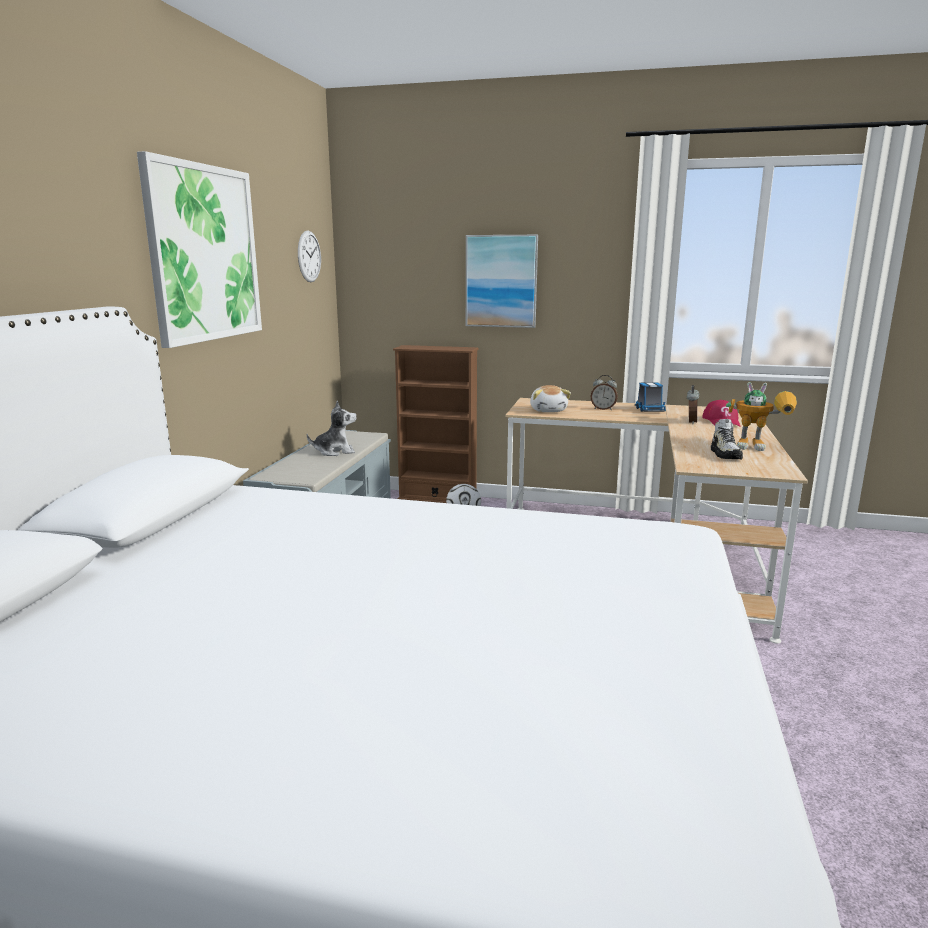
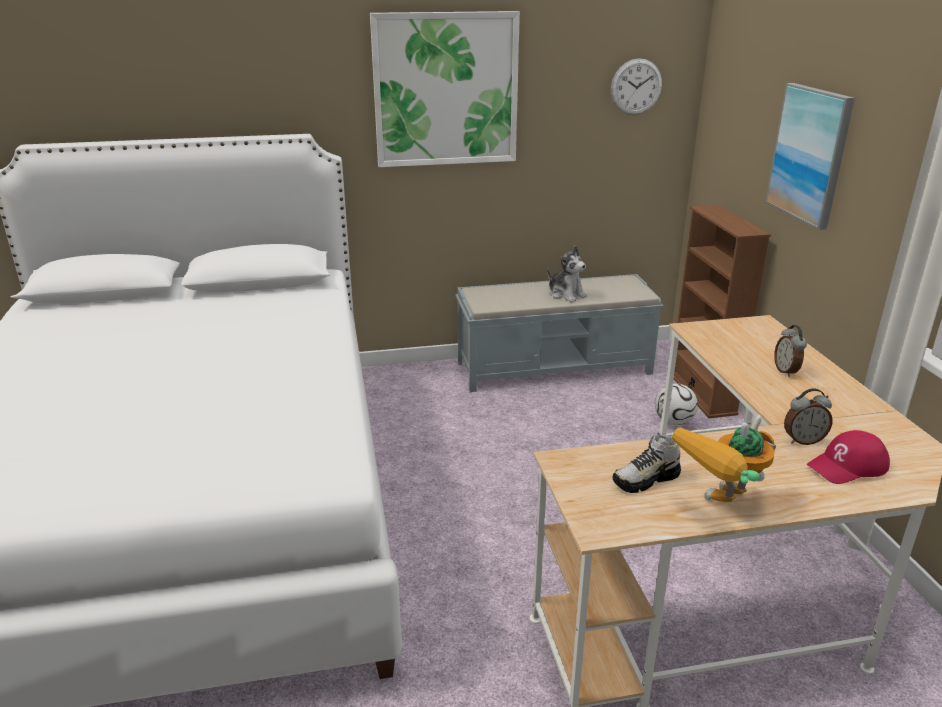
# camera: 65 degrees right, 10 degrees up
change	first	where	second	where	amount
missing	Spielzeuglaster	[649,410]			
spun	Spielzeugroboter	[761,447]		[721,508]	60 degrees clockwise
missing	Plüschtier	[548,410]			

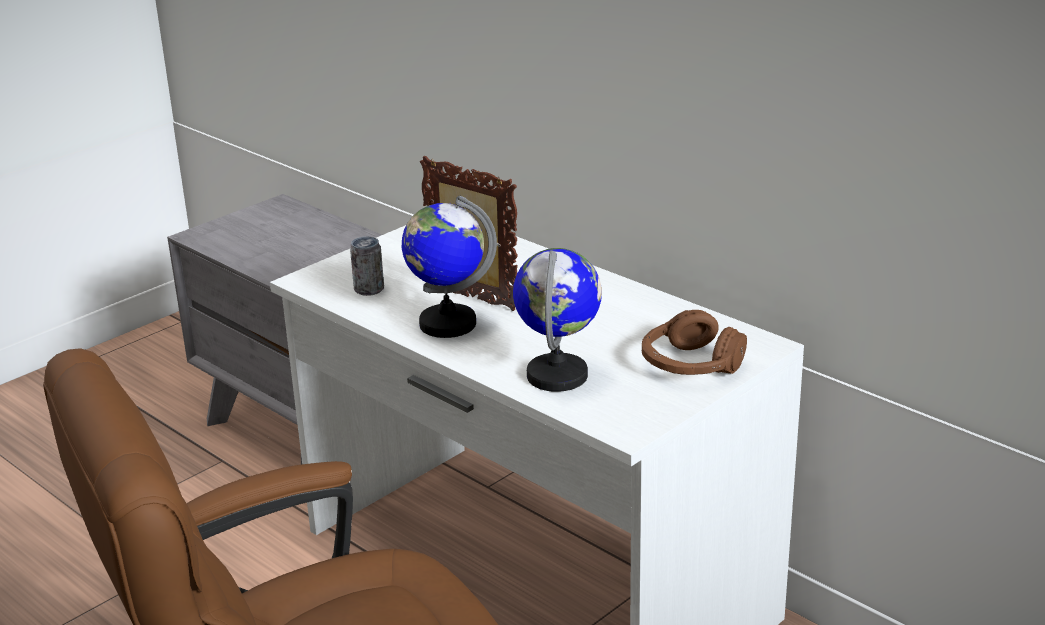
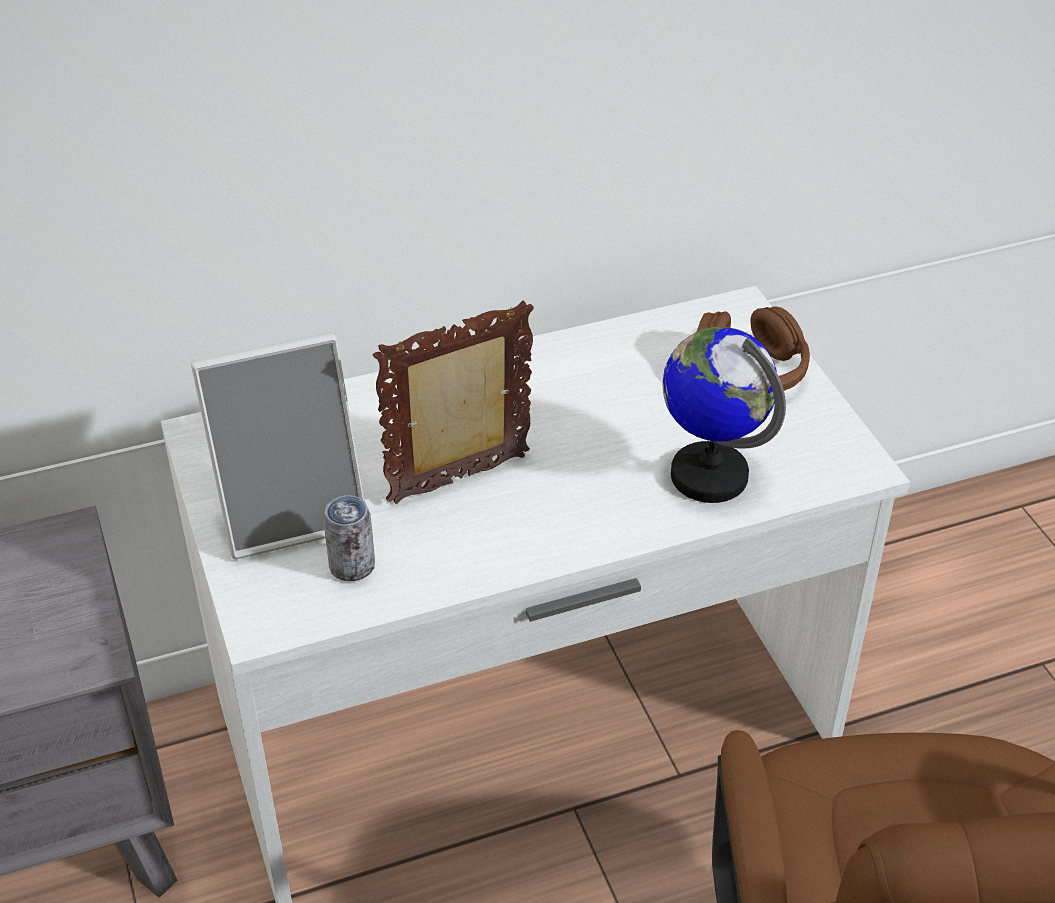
# camera: 65 degrees left, 15 degrees up
change	first	where	second	where	amount
missing	Globus	[447,324]			
appeared			Bilderrahmen	[292,511]	

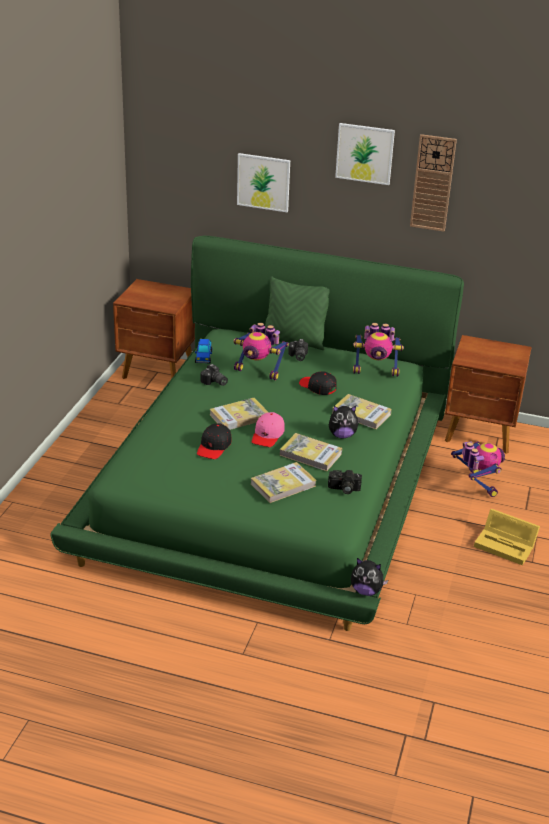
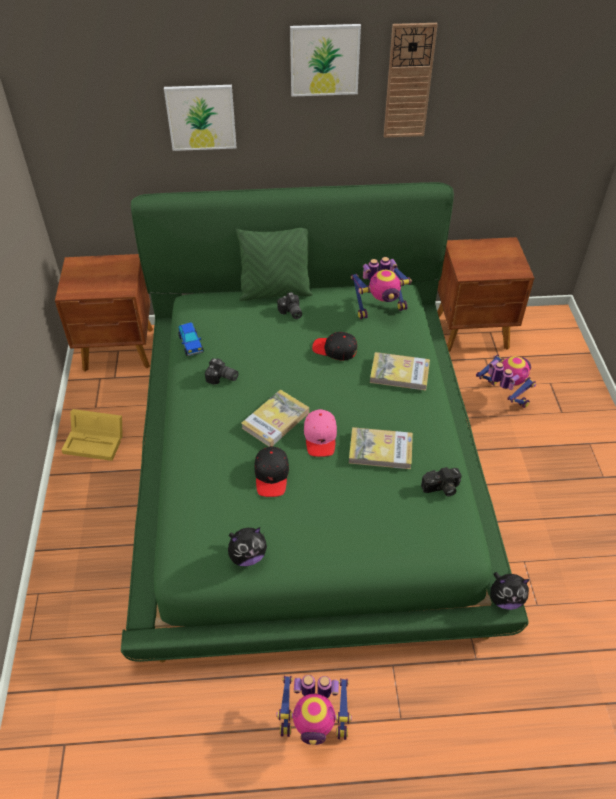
# camera: 20 degrees left, 15 degrees up
change	first	where	second	where	amount
relocated	Spielzeugroboter	[259,371]		[314,723]	
relocated	Plüschtier	[342,435]		[247,556]	
missing	Buch	[283,485]			
relocated	Aufbewahrungsbox/gelb	[506,545]		[96,441]	

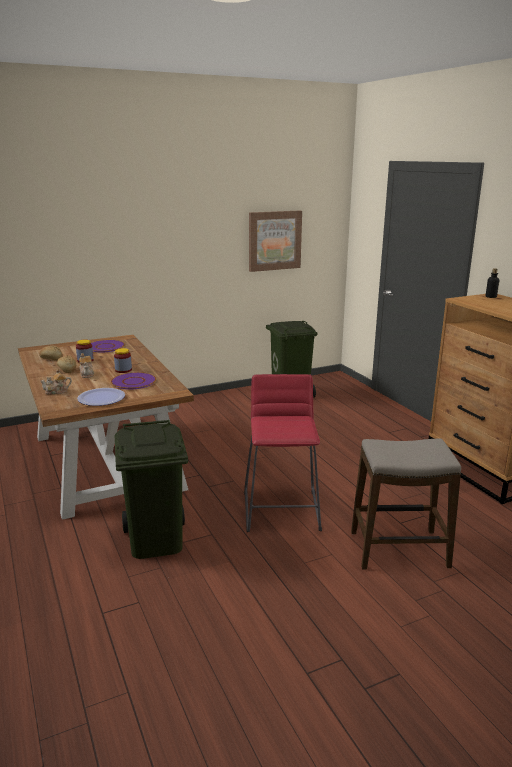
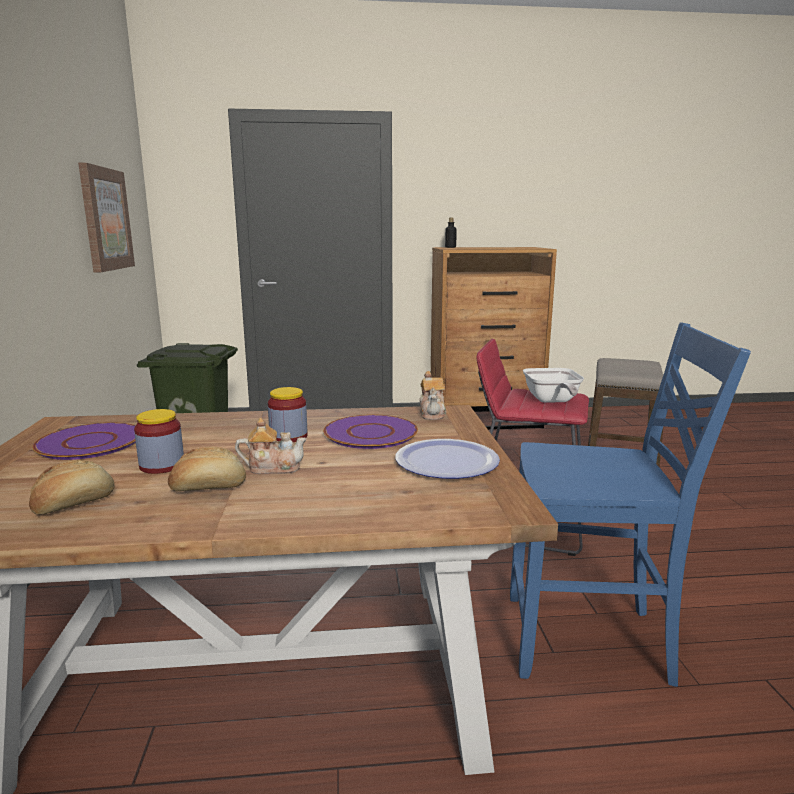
# camera: 70 degrees left, 5 degrees down
change	first	where	second	where	amount
relocated	Teekanne	[57,391]		[432,413]	
exchanged	Mülleimer/grün	[154,540]	Stuhl/blau	[590,641]	
appeared			Pfanne	[552,401]	

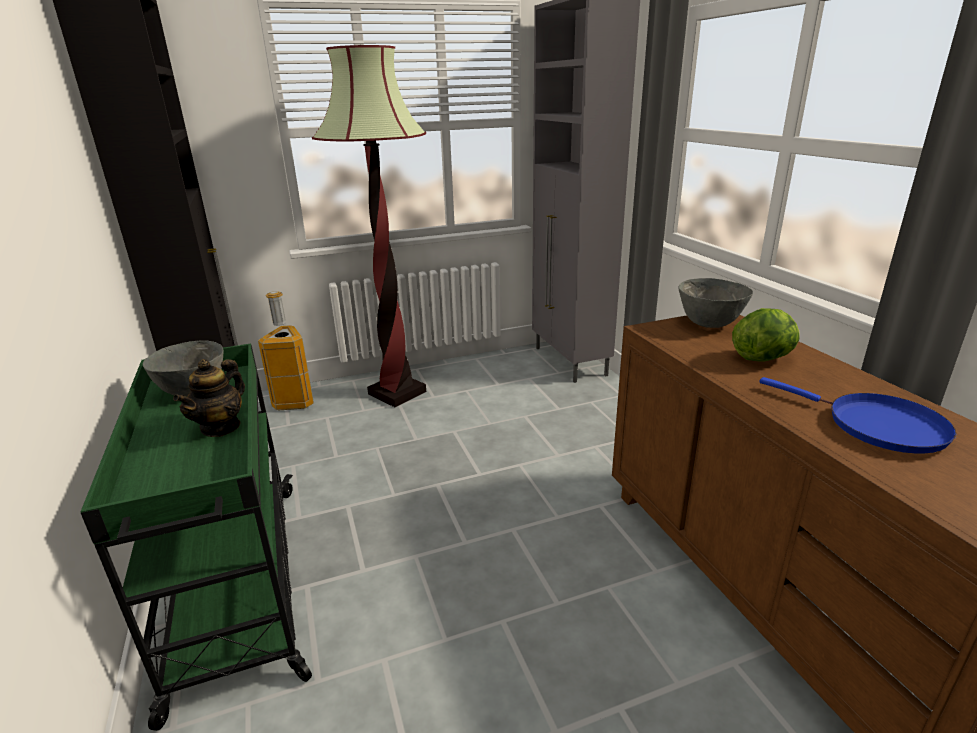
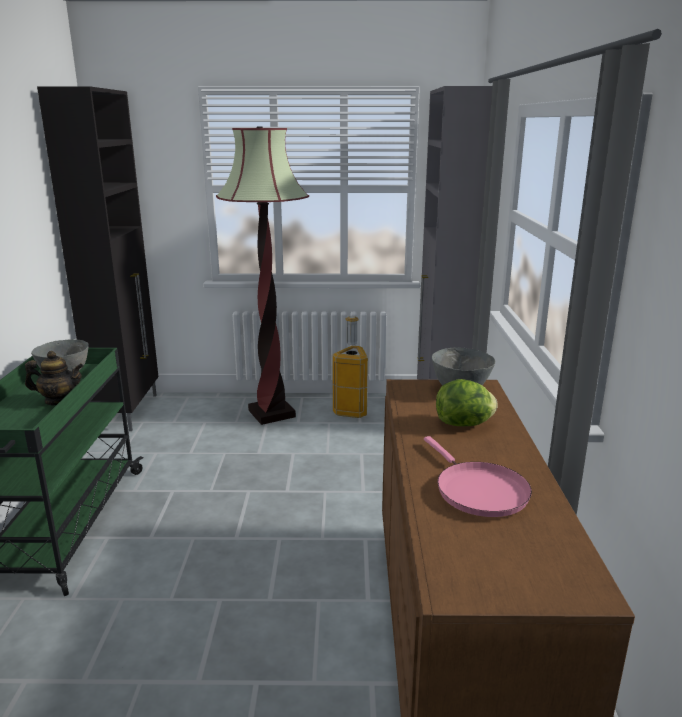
# camera: 20 degrees right, 5 degrees down
change	first	where	second	where	amount
relocated	Mülleimer	[295,402]		[351,411]	
spun	Teekanne	[221,427]		[59,401]	135 degrees counterclockwise
colour	Pfanne/blau	[877,426]	Pfanne/rosa	[478,490]	

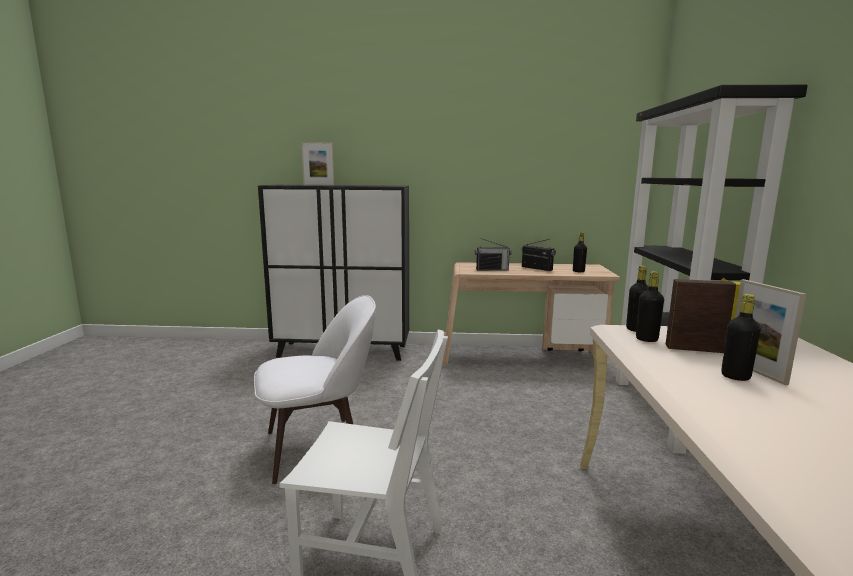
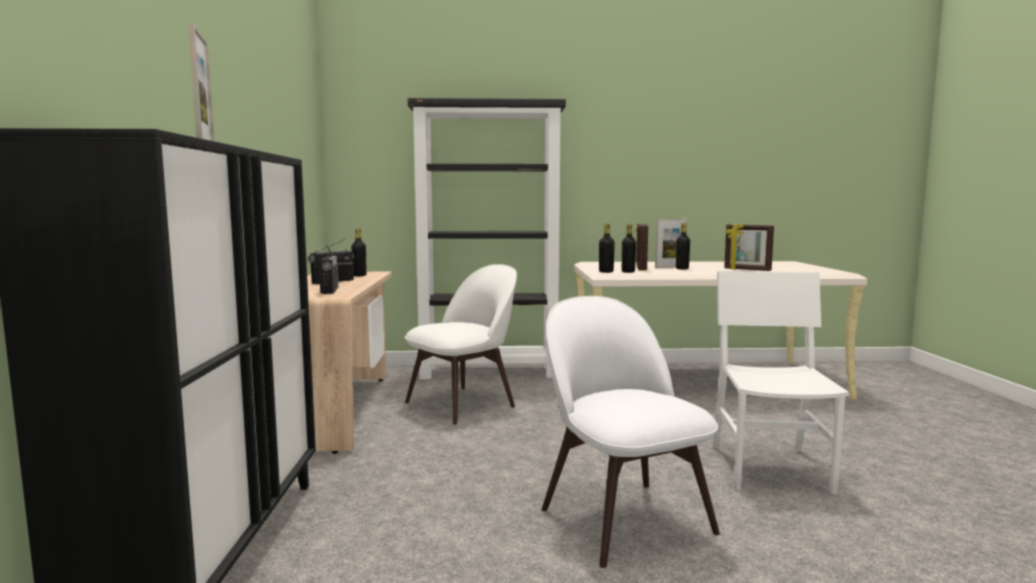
# camera: 95 degrees left, 5 degrees down
change	first	where	second	where	amount
appeared			Bilderrahmen	[747,270]	
appeared			Stuhl/weiß	[463,403]	

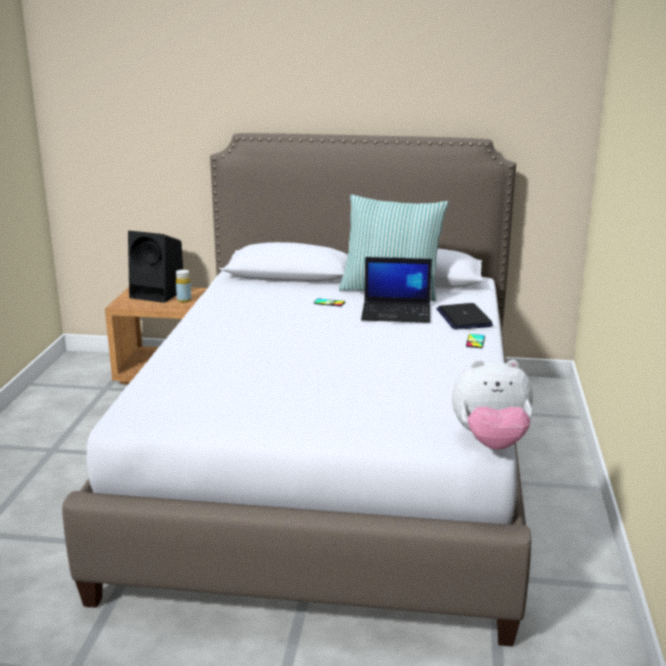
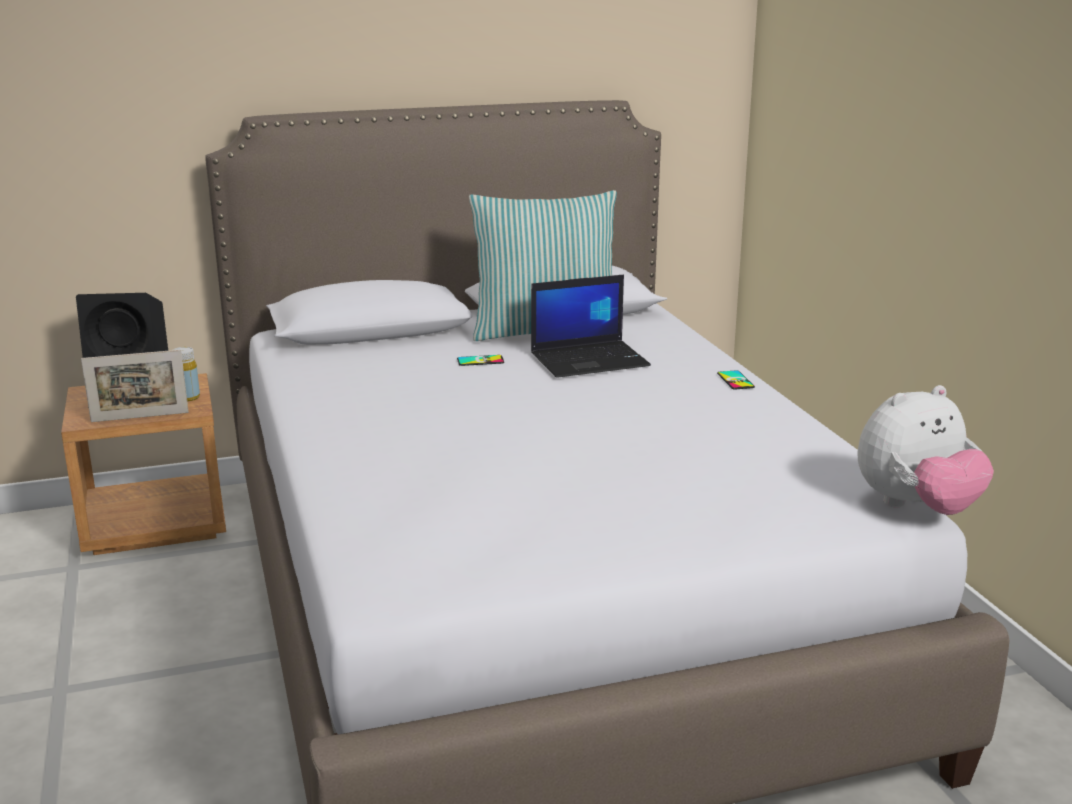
# camera: 25 degrees left, 0 degrees up
change	first	where	second	where	amount
missing	Laptop	[463,318]			
appeared			Bilderrahmen	[140,417]	

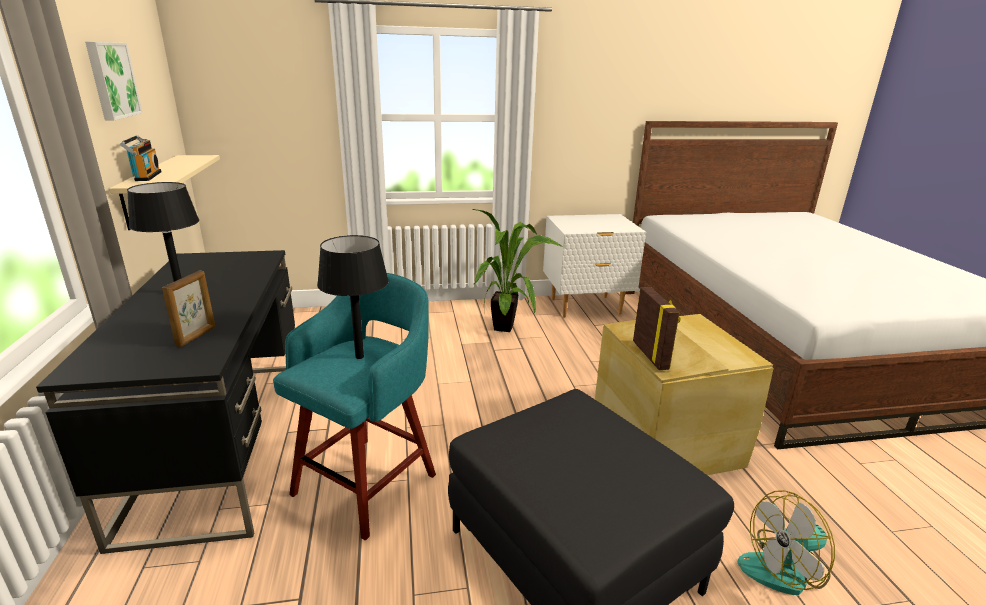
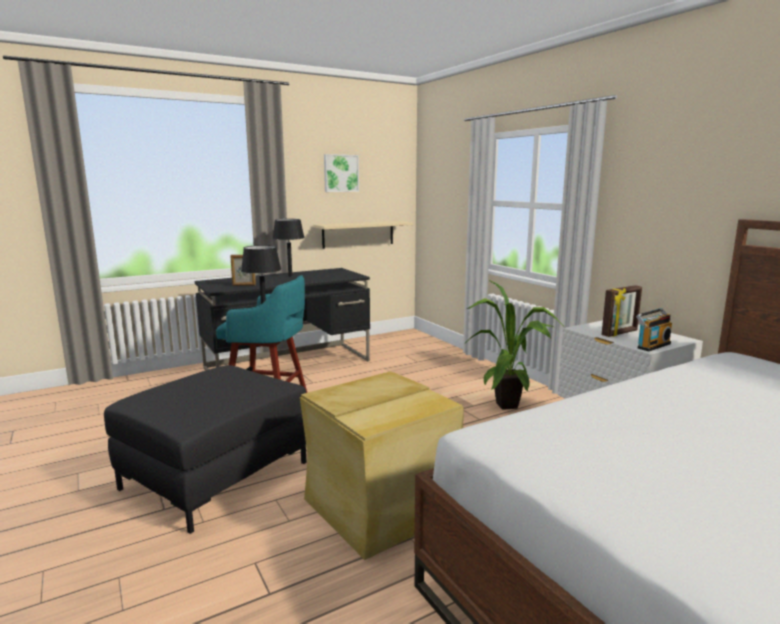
# camera: 70 degrees right, 10 degrees down
change	first	where	second	where	amount
relocated	Radio	[146,176]		[652,345]	
relocated	Bilderrahmen	[651,355]		[620,333]	
missing	Ventilator	[784,569]			

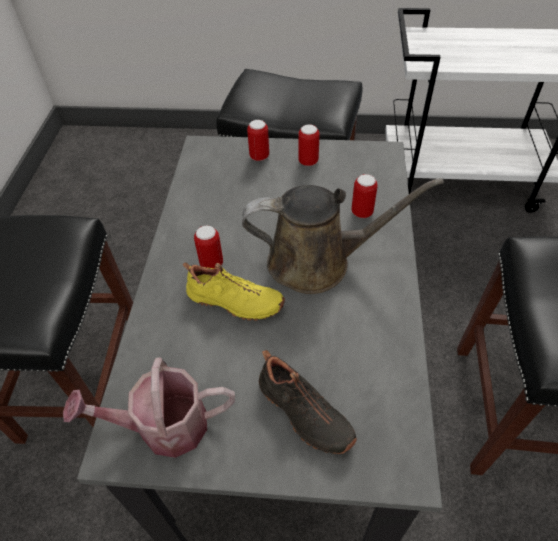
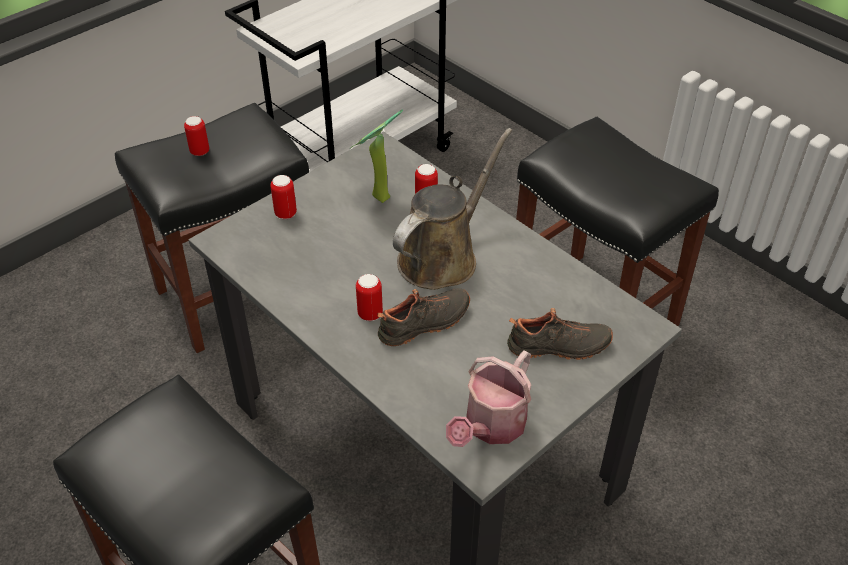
# camera: 50 degrees left, 5 degrees down
change	first	where	second	where	amount
relocated	Dose	[308,161]		[200,152]	
colour	Schuh/gelb	[234,302]	Schuh/schwarz	[425,324]	
appeared			Topfpflanze	[377,198]	

